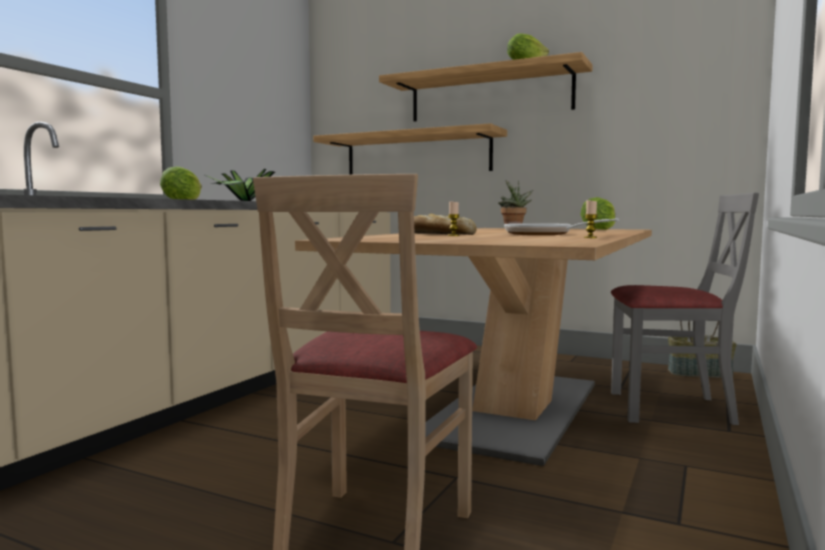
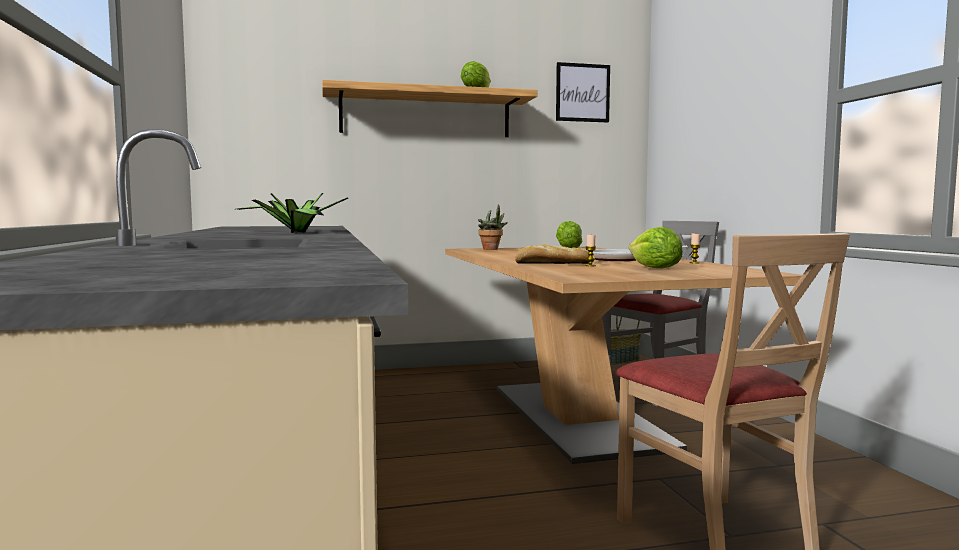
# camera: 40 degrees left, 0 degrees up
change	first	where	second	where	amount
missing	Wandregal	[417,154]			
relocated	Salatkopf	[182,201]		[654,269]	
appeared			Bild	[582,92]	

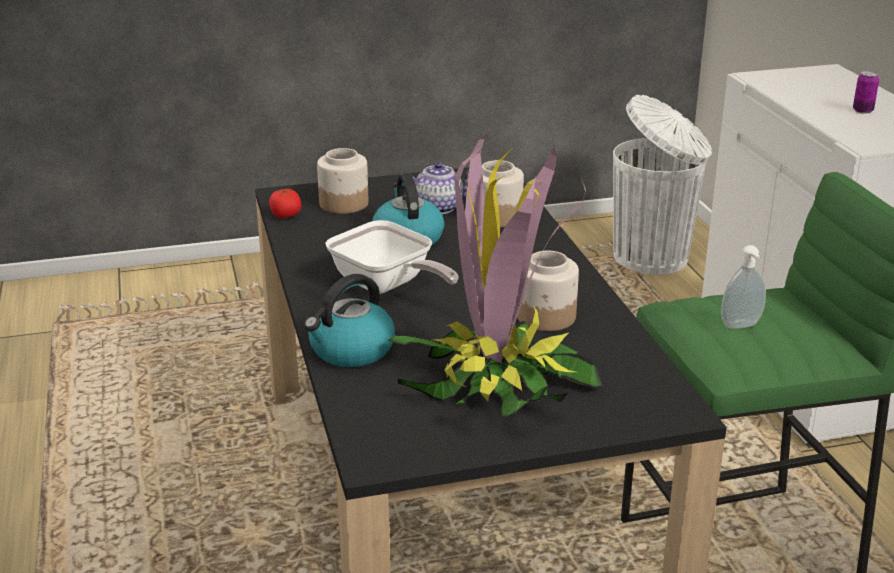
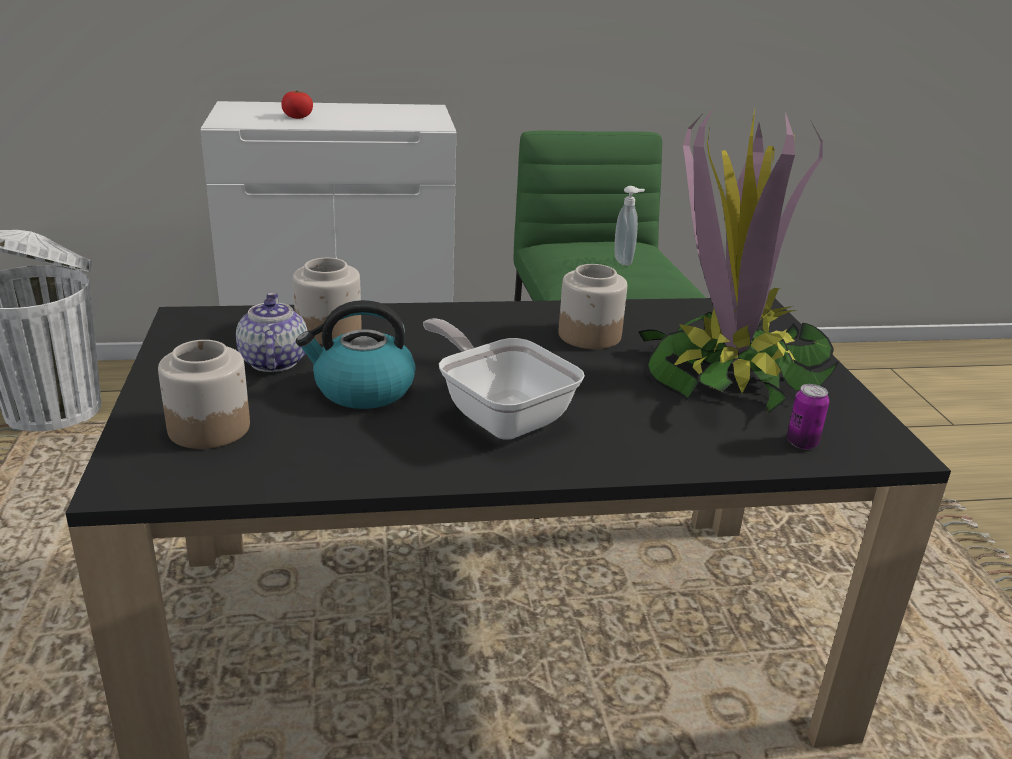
# camera: 85 degrees left, 0 degrees up
change	first	where	second	where	amount
relocated	Dose	[862,111]		[802,443]	
relocated	Tomate	[285,216]		[298,117]	
spun	Pfanne	[387,286]		[499,414]	90 degrees counterclockwise
missing	Wasserkessel	[351,351]			

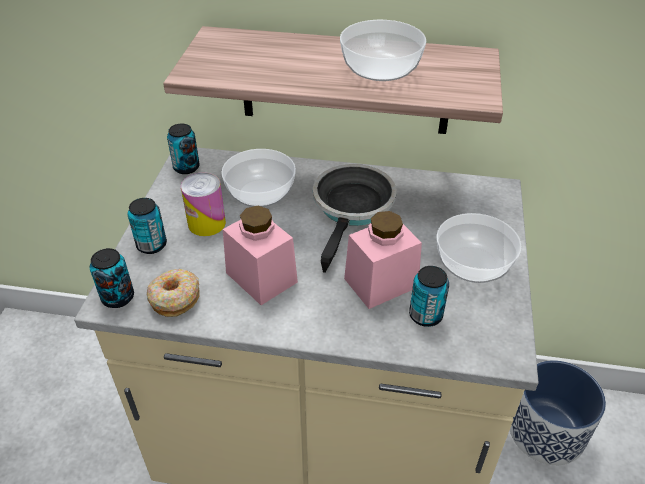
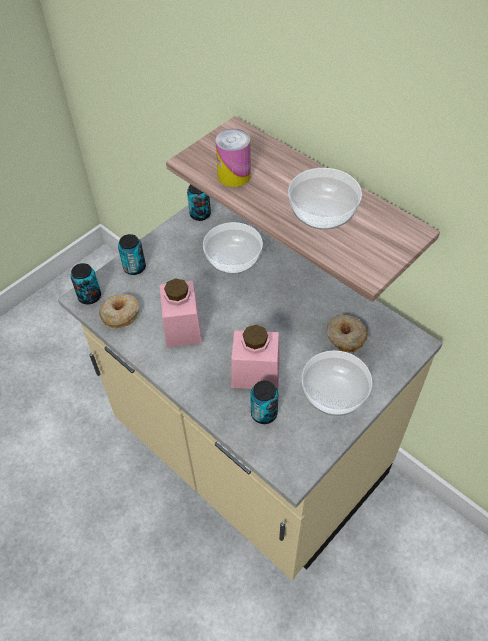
# camera: 35 degrees right, 10 degrees up
change	first	where	second	where	amount
missing	Pfanne	[352,209]			
relocated	Dose	[207,223]		[234,175]	
missing	Pflanzkübel	[547,431]			
appeared			Donut	[345,337]	

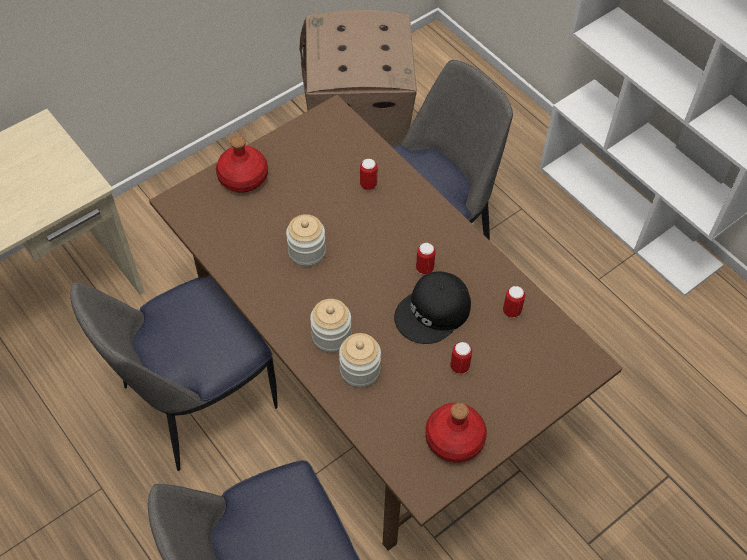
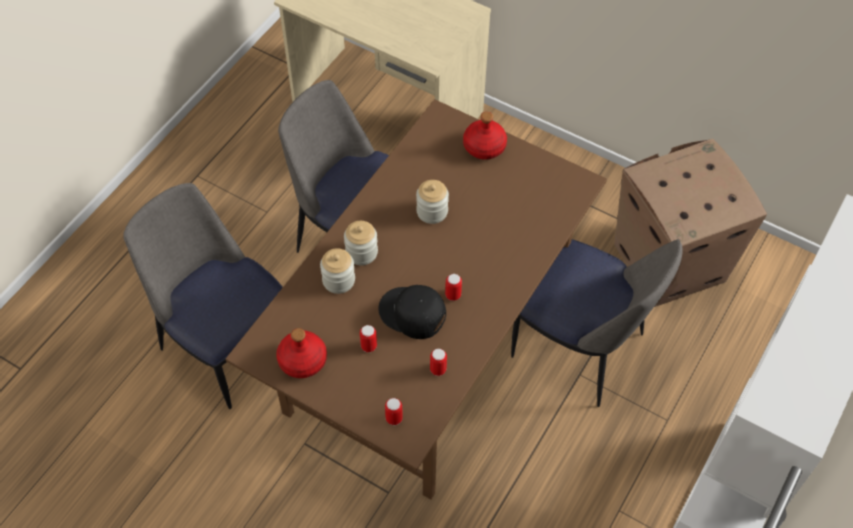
# camera: 70 degrees right, 0 degrees up
change	first	where	second	where	amount
relocated	Dose	[368,184]		[394,418]	

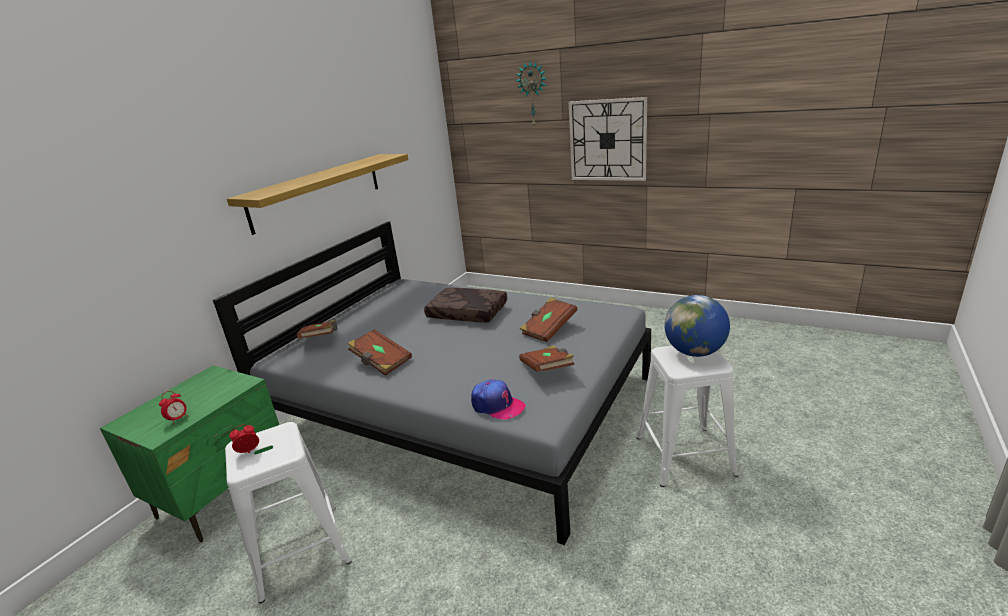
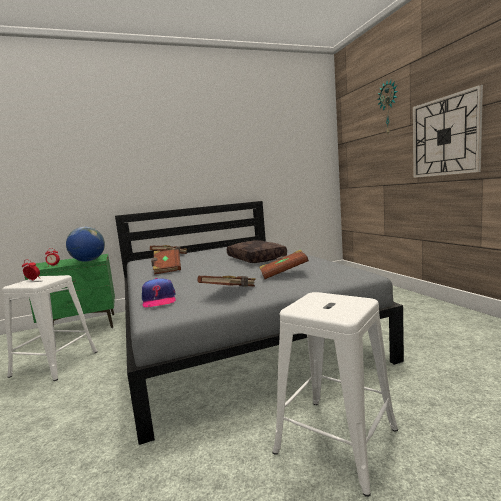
# camera: 40 degrees right, 15 degrees down
change	first	where	second	where	amount
missing	Wandregal	[318,191]			
relocated	Globus	[695,352]		[88,261]	

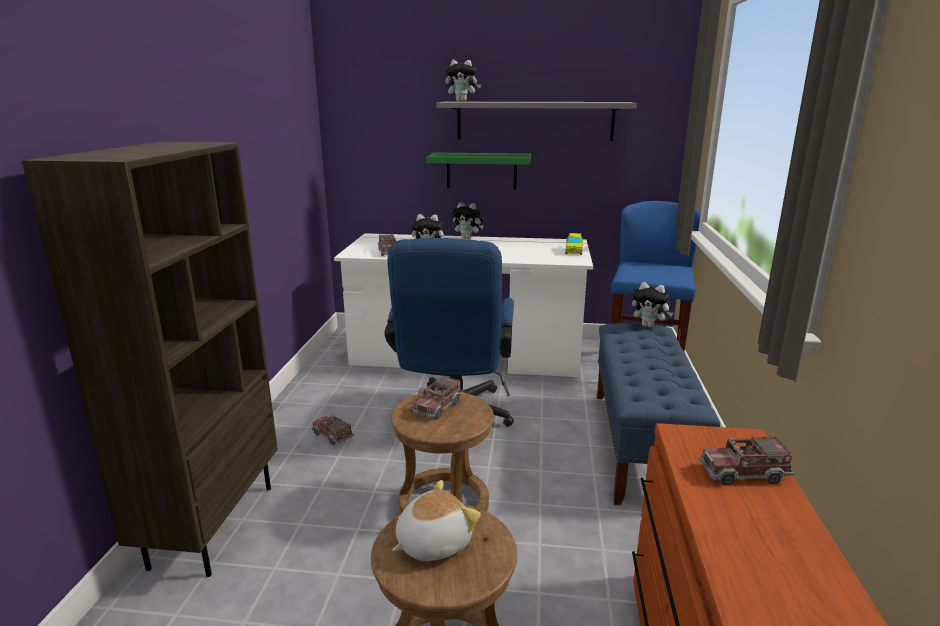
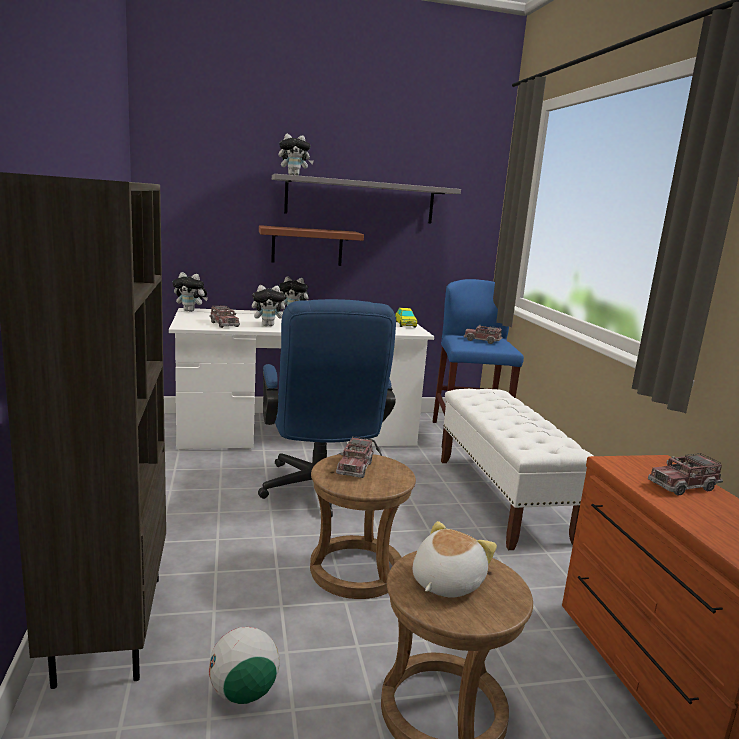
# camera: 20 degrees left, 5 degrees down
change	first	where	second	where	amount
colour	Wandregal/grün	[481,171]	Wandregal/braun	[307,246]	
relocated	Plüschtier	[649,326]		[190,311]	
colour	Bank/blau	[641,445]	Bank/weiß	[501,498]	
relocated	Spielzeuglaster	[332,436]		[482,341]	
appeared			Fußball	[243,693]	

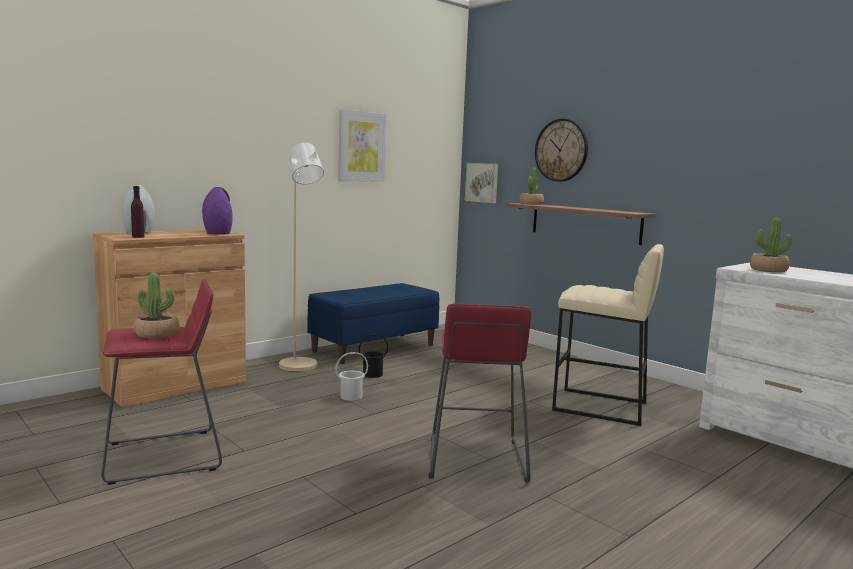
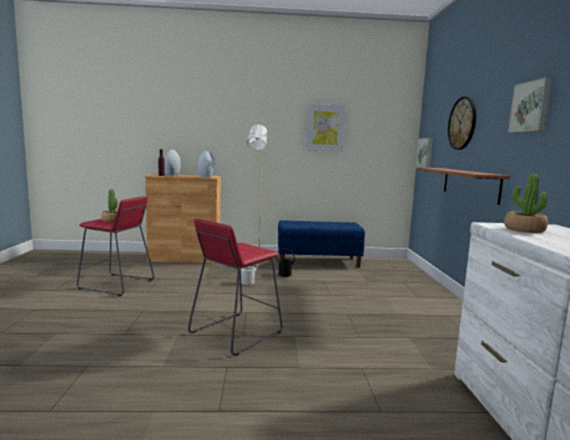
# camera: 40 degrees right, 0 degrees up
change	first	where	second	where	amount
missing	Topfpflanze	[531,204]			
colour	Vase/lila	[218,233]	Vase/grau	[206,177]	
missing	Hocker/beige	[599,407]			
appeared			Bild	[531,107]	

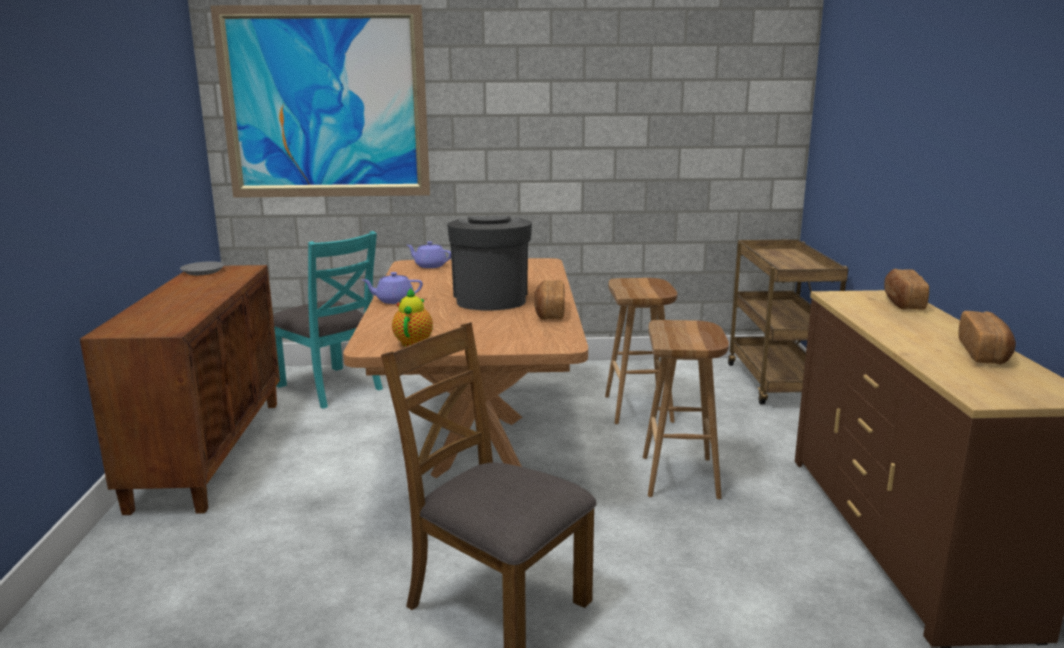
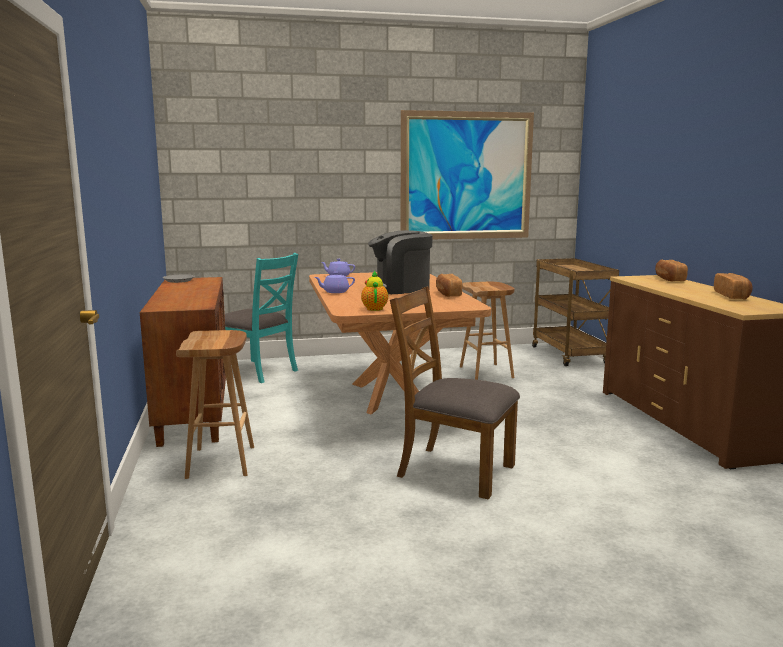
# camera: 10 degrees left, 5 degrees down
change	first	where	second	where	amount
relocated	Bild	[324,104]		[466,176]	
spun	Kaffeemaschine	[490,298]		[400,289]	90 degrees counterclockwise
relocated	Hocker/braun	[681,477]		[222,462]	

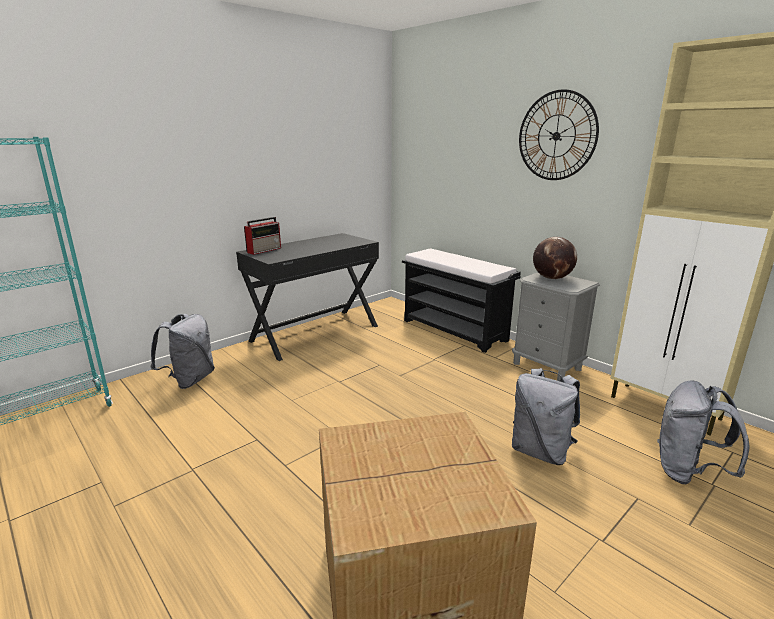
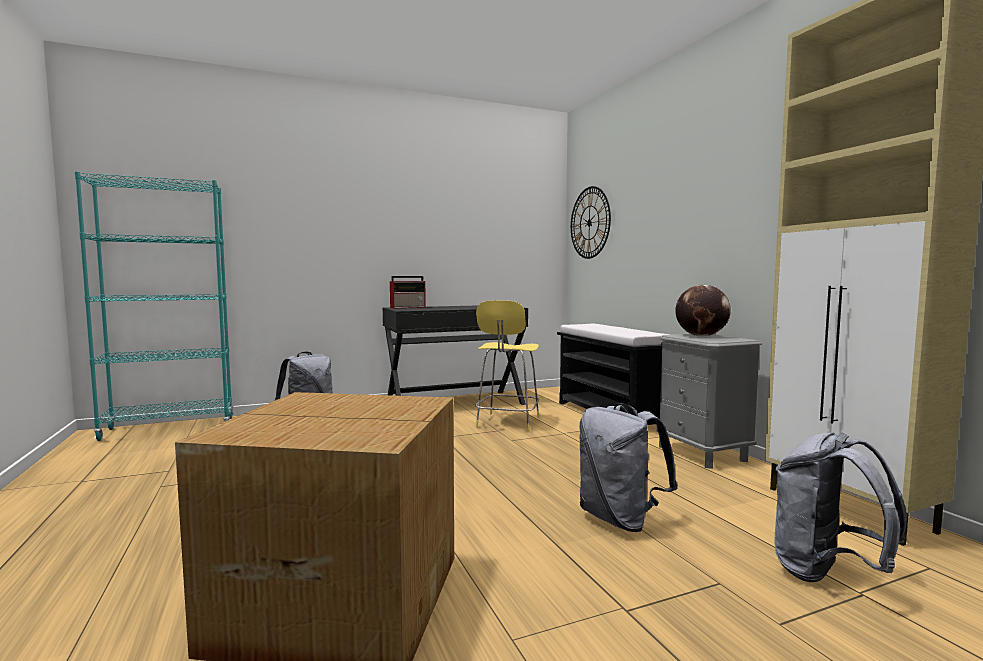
# camera: 20 degrees right, 15 degrees down
change	first	where	second	where	amount
relocated	Wanduhr	[556,136]		[589,223]	
appeared			Hocker/gelb	[507,423]	

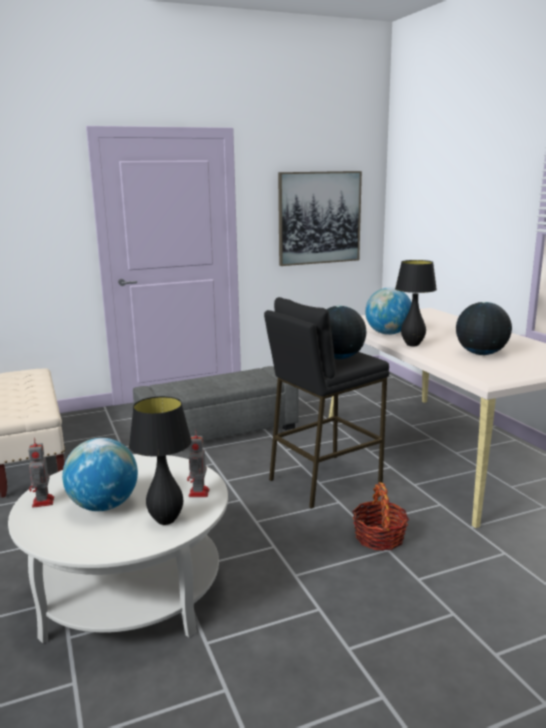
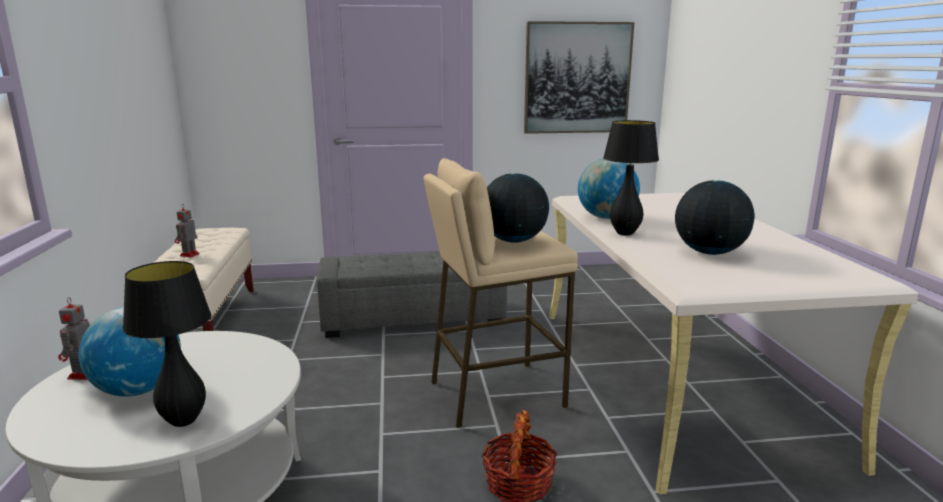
# camera: 15 degrees right, 0 degrees up
change	first	where	second	where	amount
colour	Hocker/schwarz	[323,480]	Hocker/beige	[495,394]	
relocated	Spielzeugroboter	[198,493]		[189,255]	

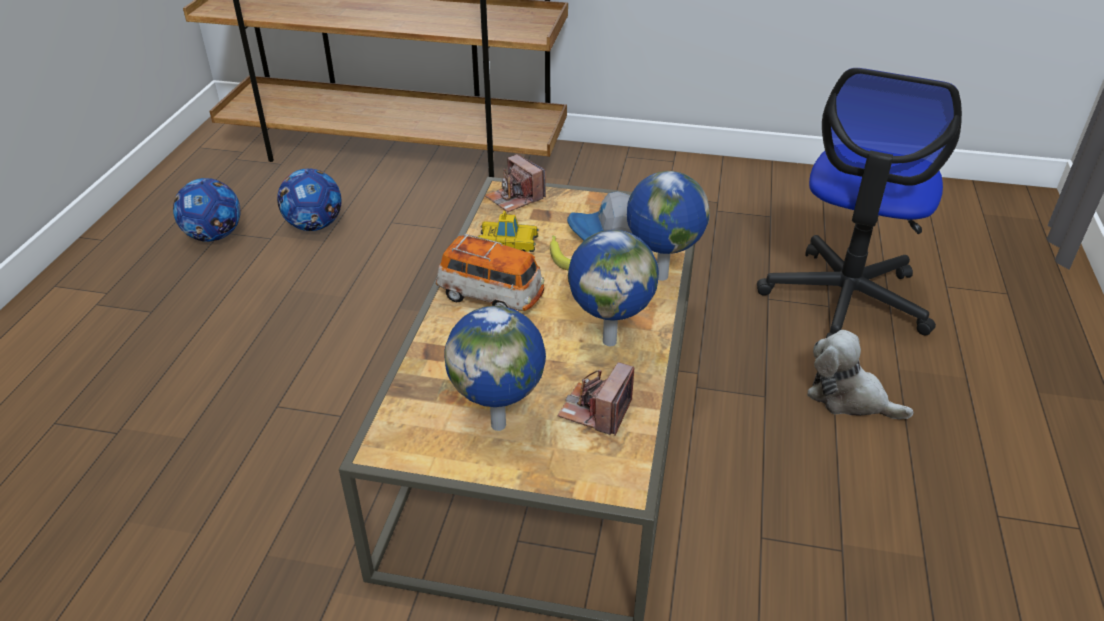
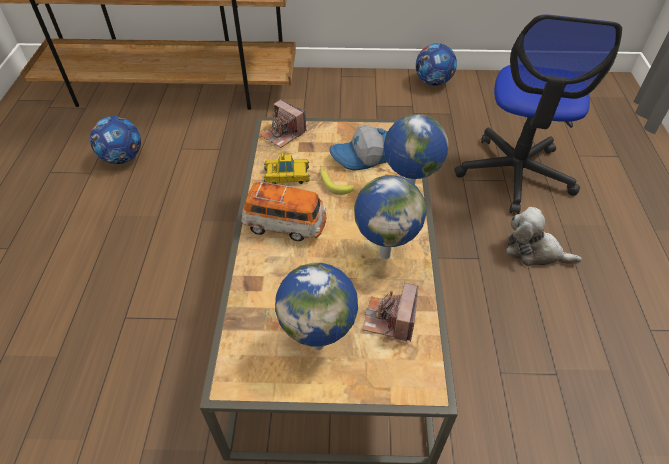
# camera: 10 degrees left, 10 degrees up
change	first	where	second	where	amount
relocated	Fußball	[214,236]		[433,82]	

